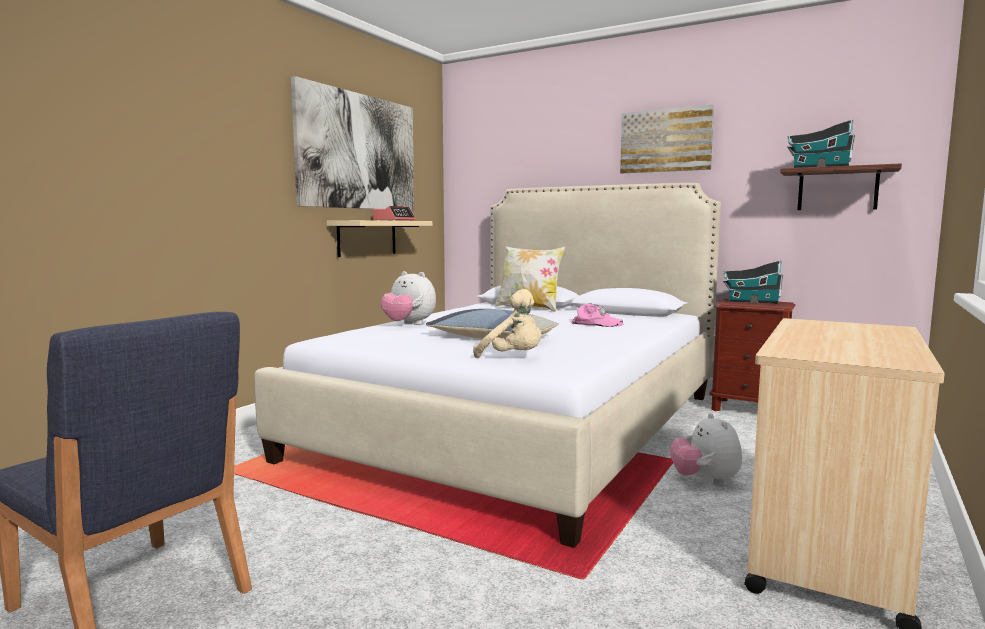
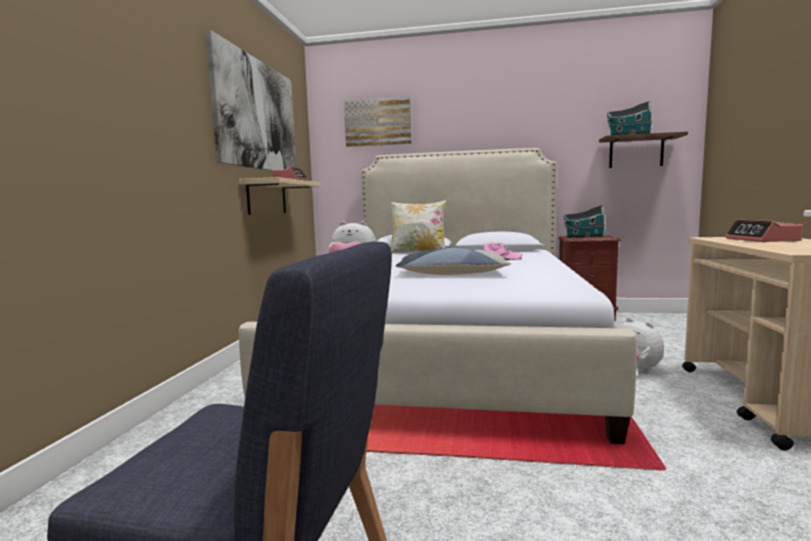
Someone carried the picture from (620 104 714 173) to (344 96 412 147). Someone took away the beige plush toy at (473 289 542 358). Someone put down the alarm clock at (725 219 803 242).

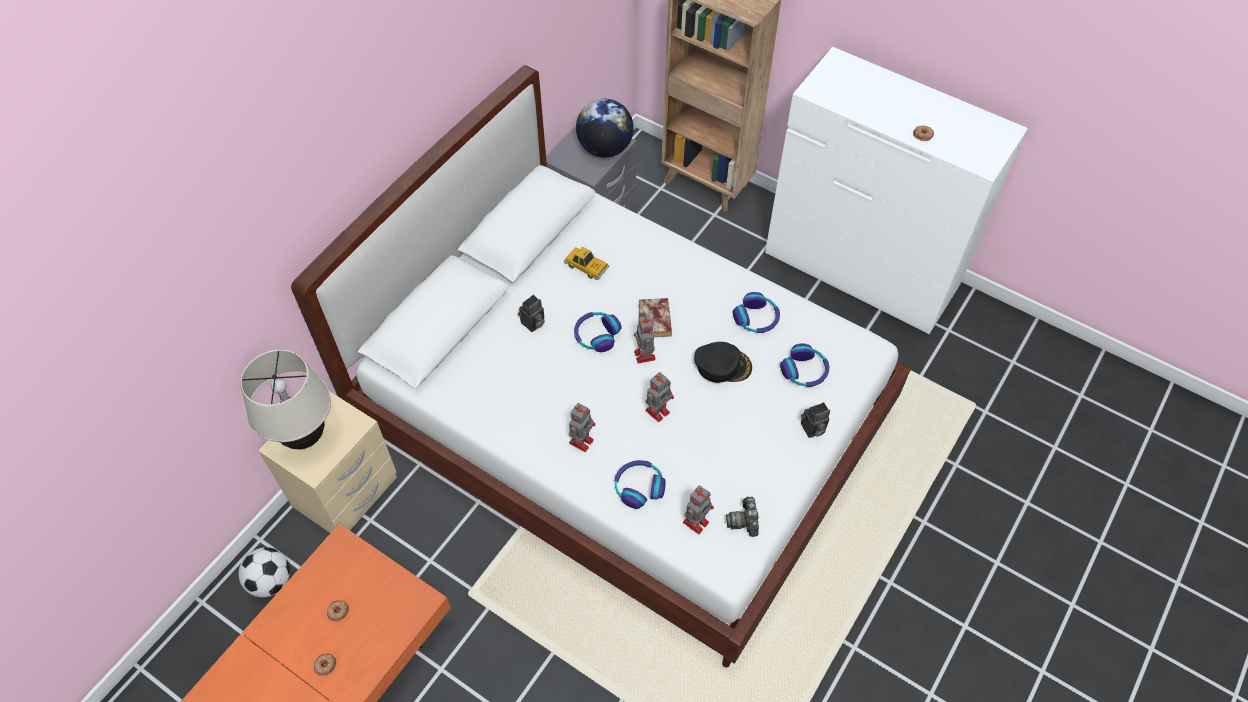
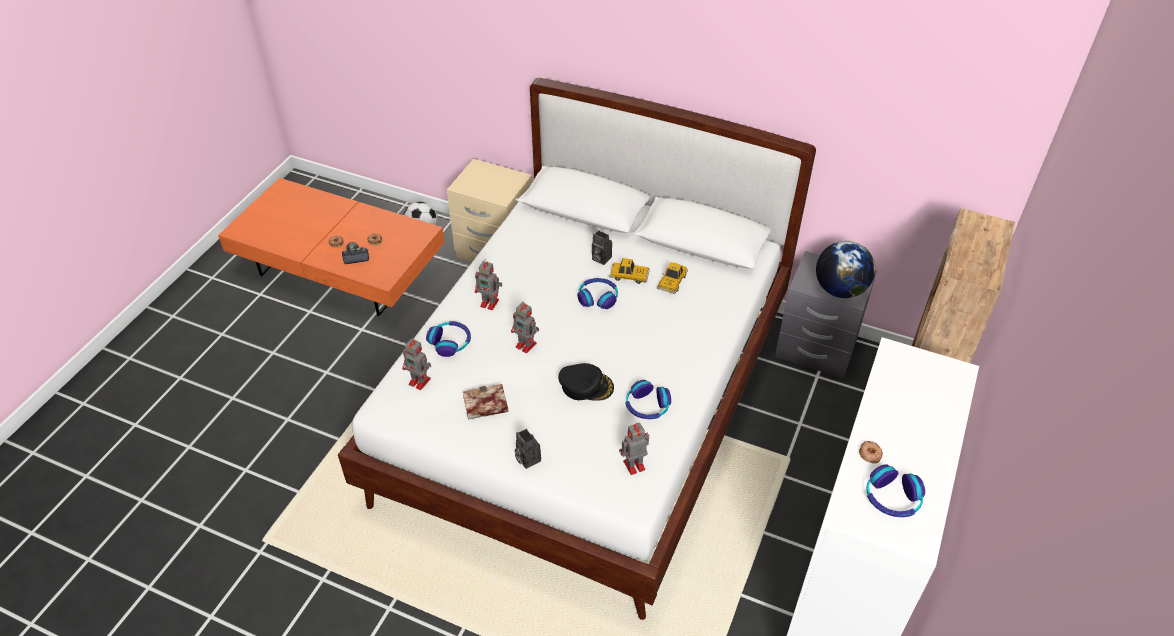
Someone carried the book from (639 298 672 337) to (463 384 508 420). Someone carried the toy robot from (634 316 656 364) to (619 423 649 475). Someone rotated the black cap at (694 342 752 383) by 75 degrees counterclockwise. Someone carried the headphones from (780 343 829 387) to (866 464 925 517). Someone took away the beige table lamp at (240 350 331 449). Someone carried the photo camera from (726 497 759 537) to (342 242 369 264). Someone put down the toy car at (609 258 650 284).

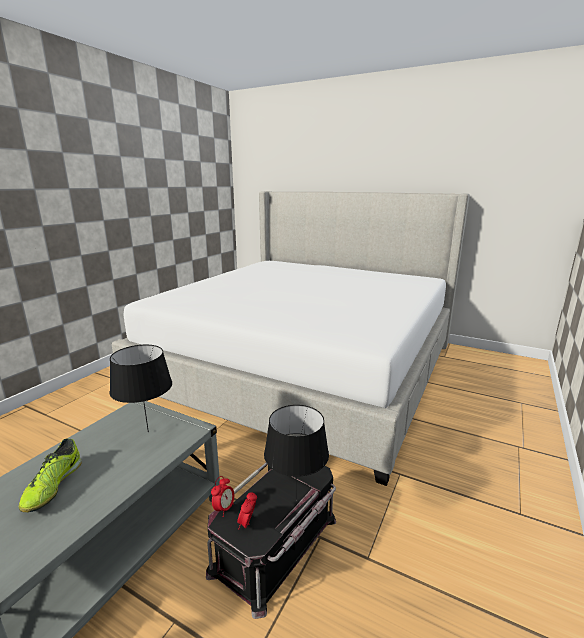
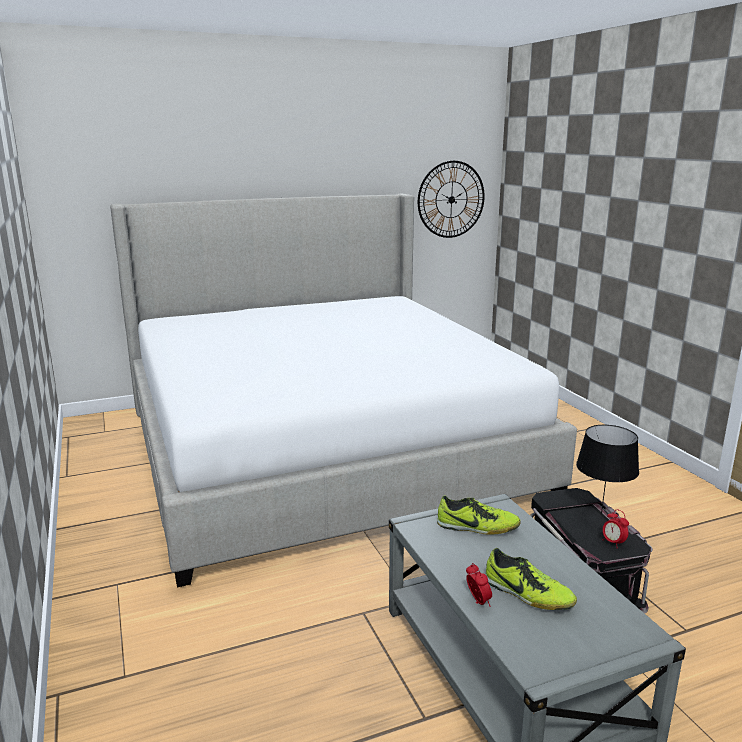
Someone swapped the black table lamp at (110 345 172 432) for the shoe at (437 496 521 535). Someone carried the alarm clock from (211 476 234 517) to (466 563 492 607). Someone put up the wall clock at (418 161 485 238).

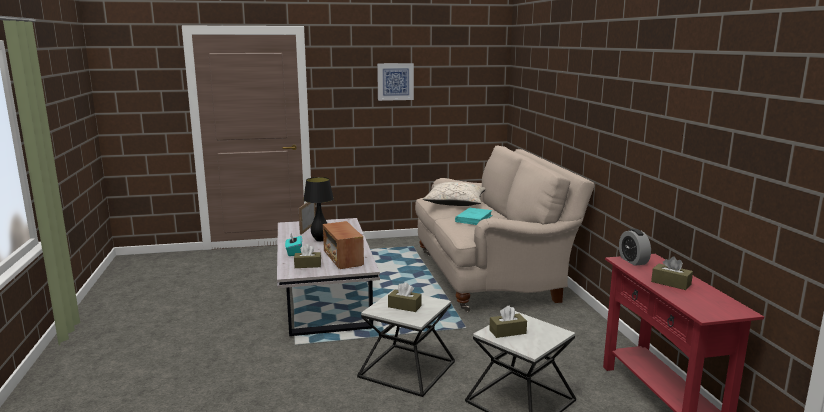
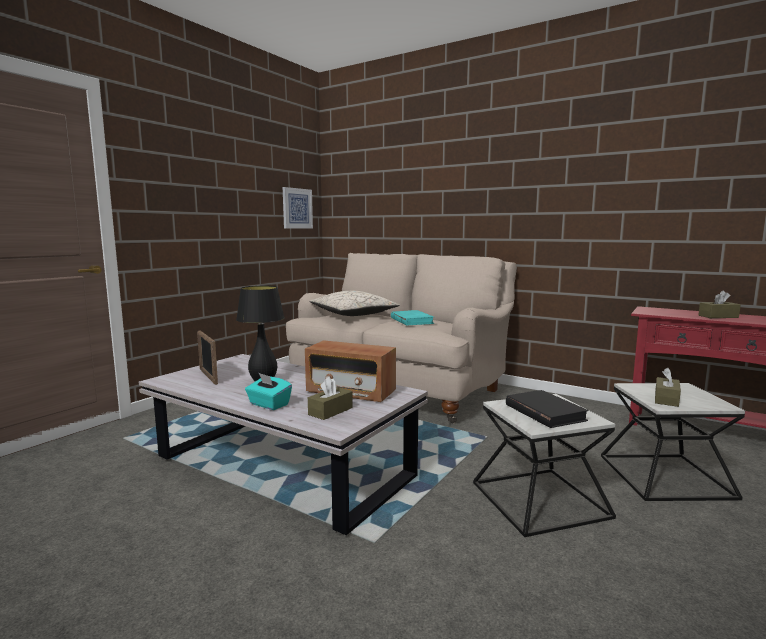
Someone carried the picture from (377 63 414 101) to (283 187 313 229). Someone took away the alarm clock at (619 229 651 266). Someone swapped the brown tissue box at (388 282 422 312) for the black book at (506 390 589 428).

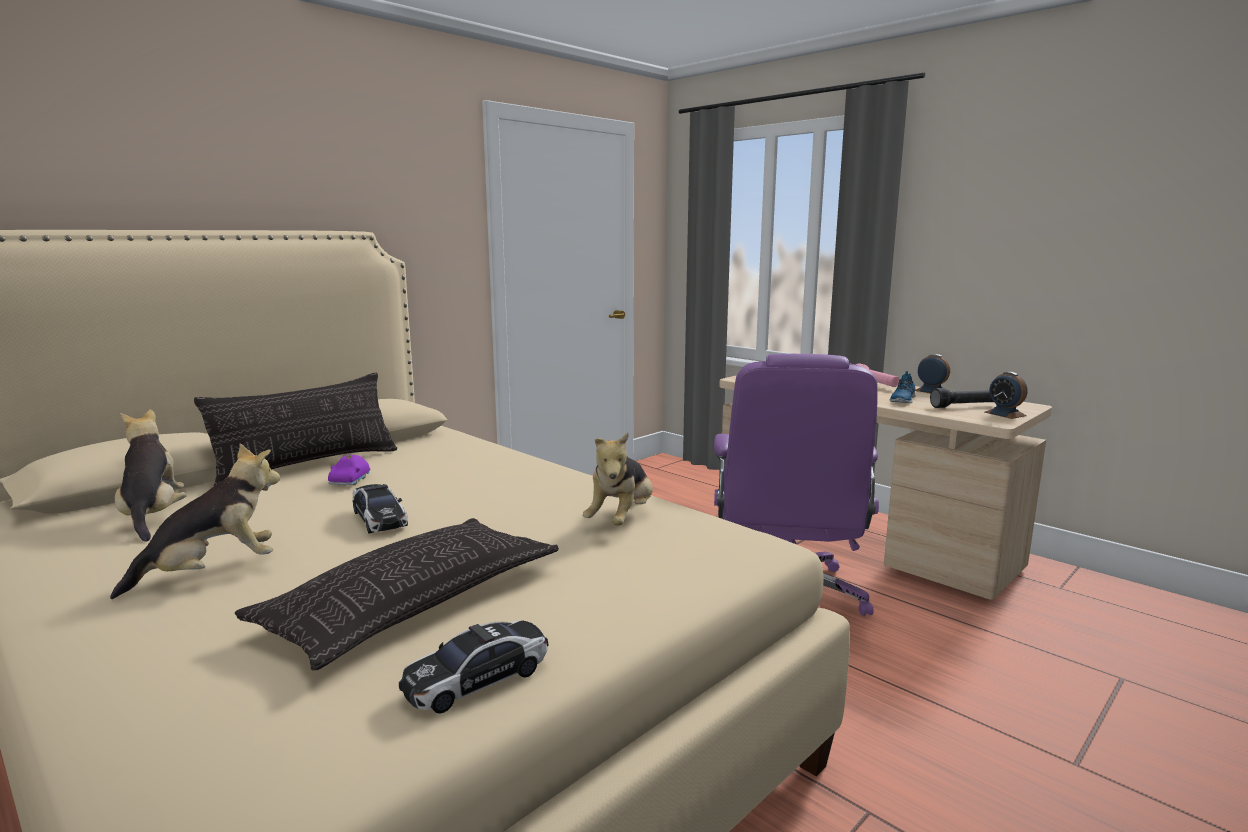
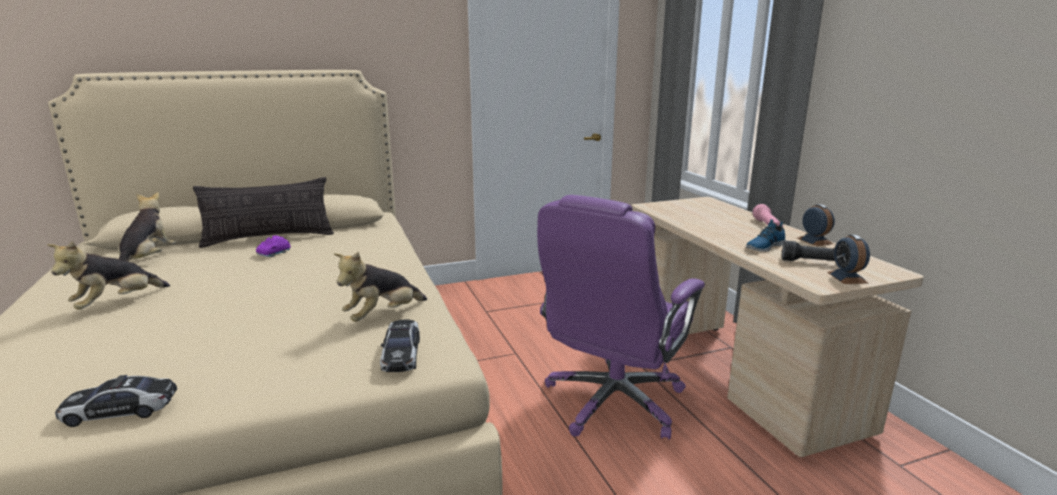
Someone rotated the plush toy at (110 444 280 599) by 135 degrees clockwise. Someone carried the toy car from (353 484 408 533) to (380 320 420 372). Someone took away the pillow at (235 518 559 671).

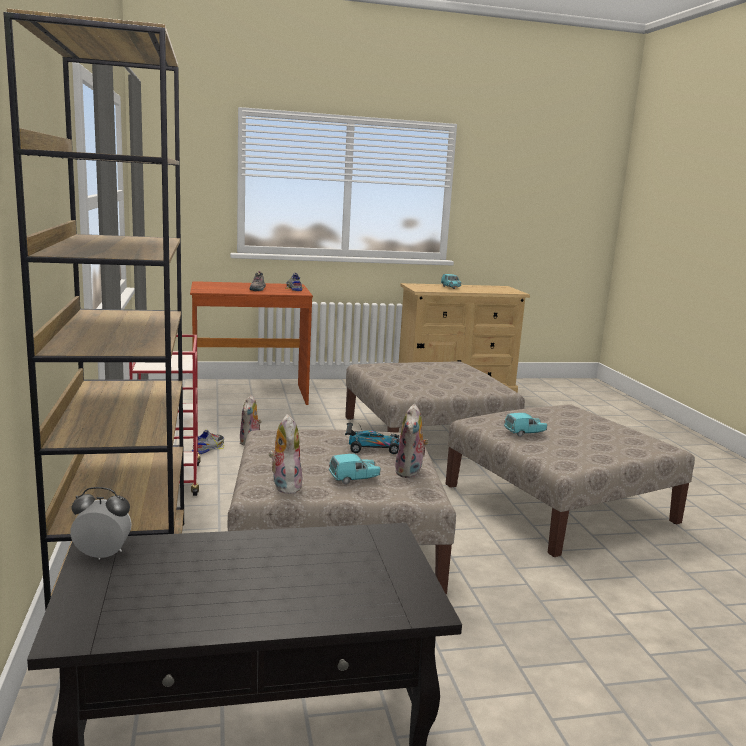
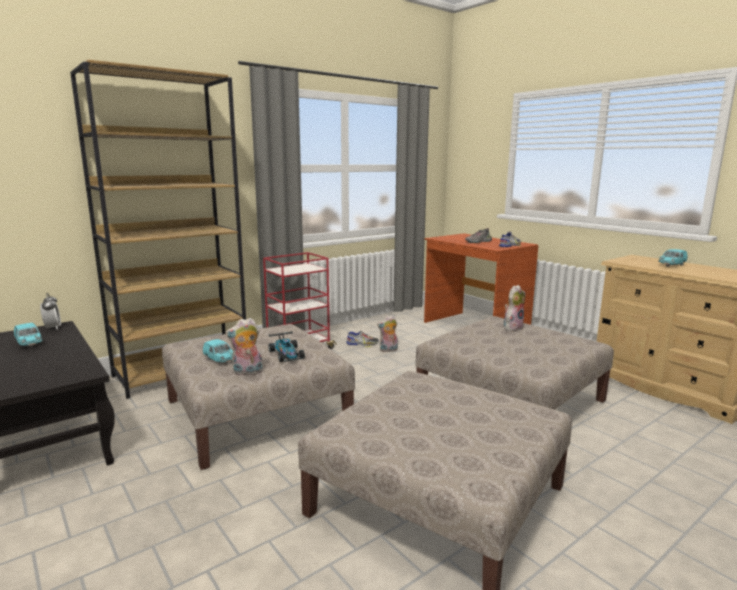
Someone carried the turquoise toy car from (504 413 547 437) to (14 323 43 347). Someone carried the plush toy from (269 414 302 494) to (504 285 525 331).

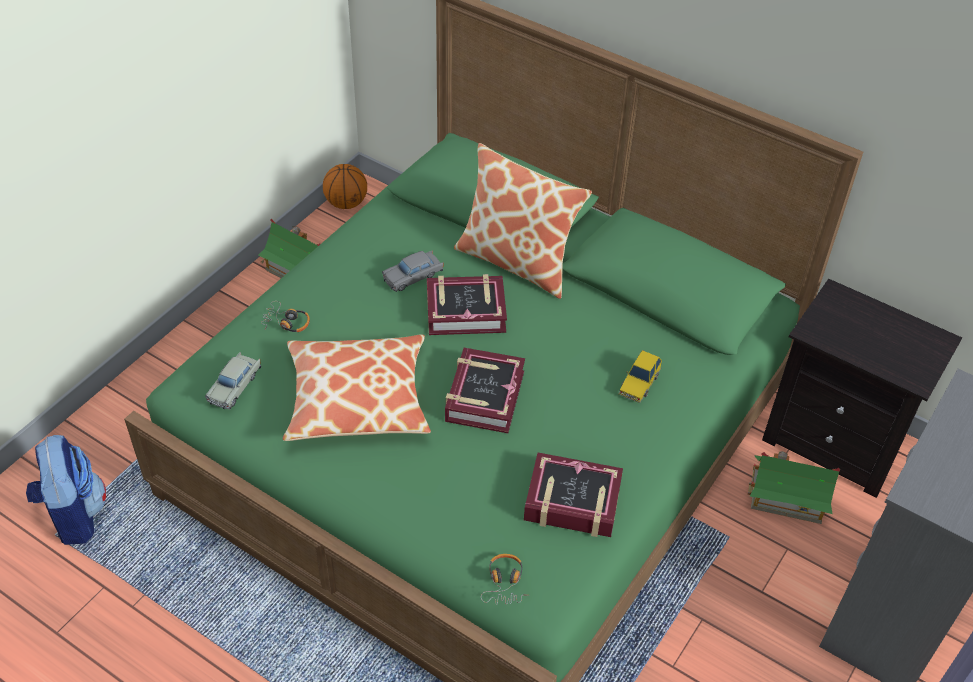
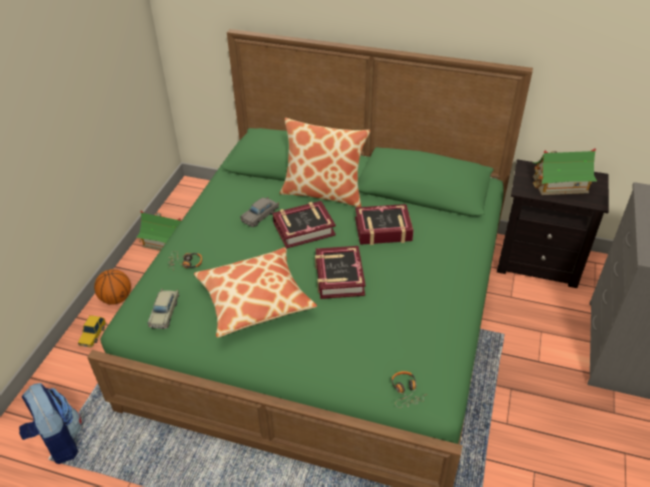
Someone carried the basketball from (323 164 367 209) to (94 269 131 305). Someone carried the toy car from (618 350 662 403) to (78 315 106 348). Someone carried the toy house from (748 451 840 524) to (532 148 597 195). Someone carried the book from (524 453 623 537) to (355 204 414 245).

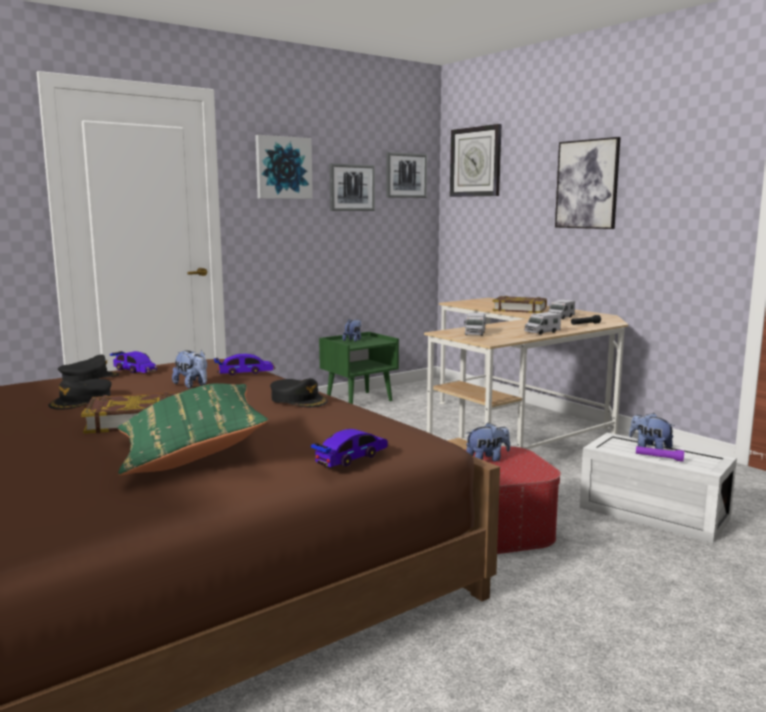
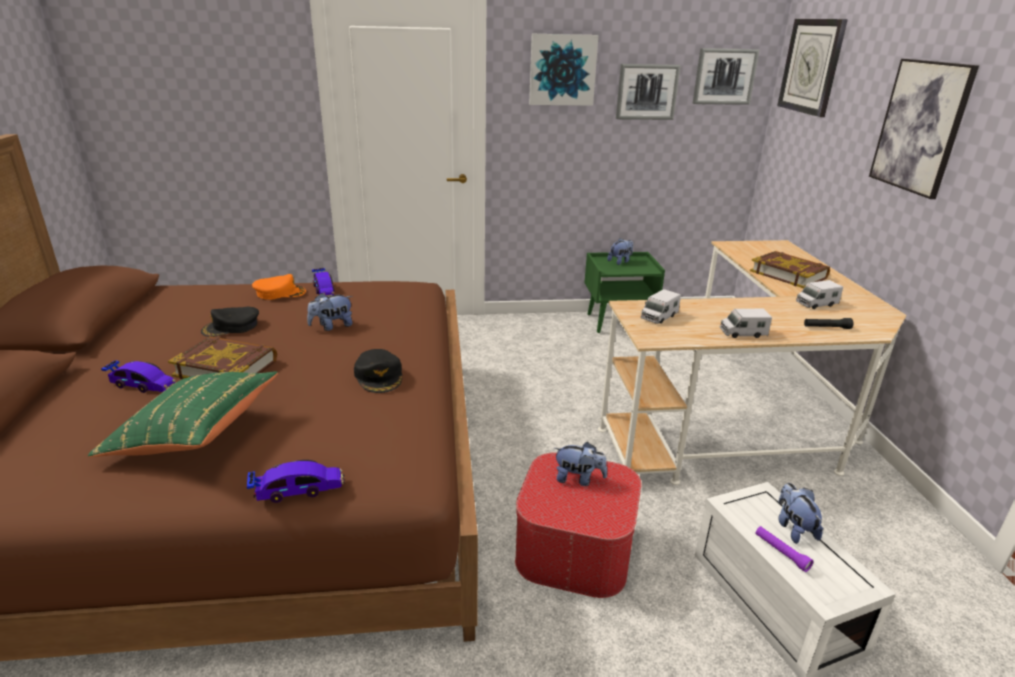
Someone rotated the plush toy at (172 349 207 389) by 75 degrees clockwise. Someone repainted the black cap at (58 354 119 382), which became the orange cap at (252 274 306 300). Someone carried the toy car from (214 354 275 375) to (101 361 176 393).

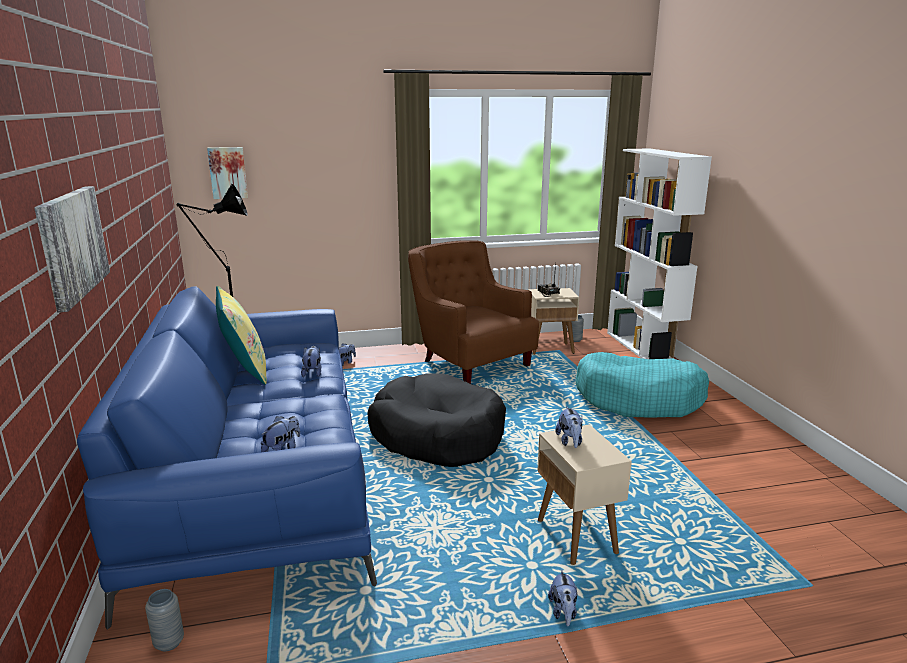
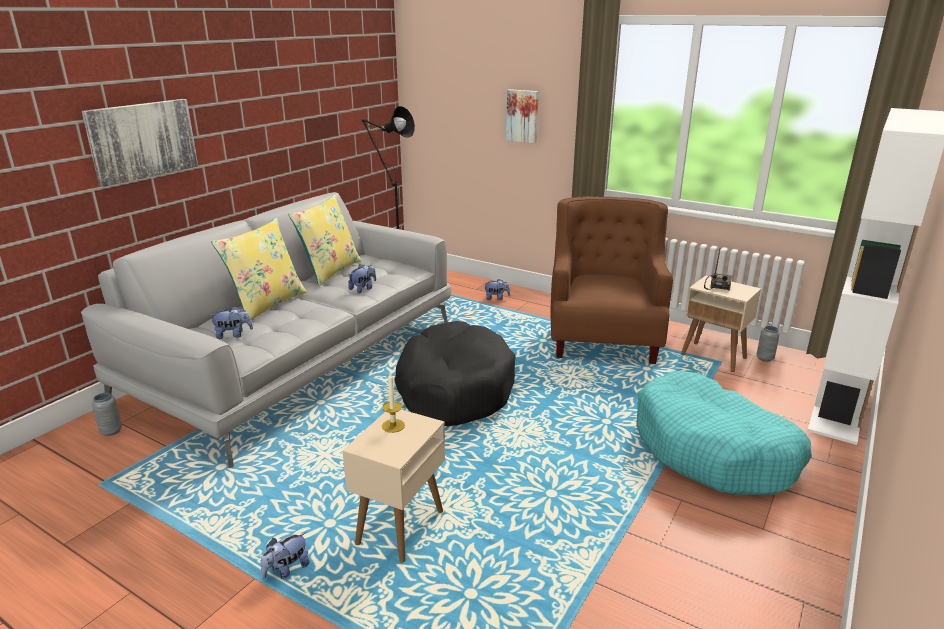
Someone carried the picture from (207 147 248 199) to (506 89 539 144). Someone repainted the blue sofa at (77 287 377 630), which became the grey sofa at (81 192 452 468). Someone swapped the plush toy at (555 406 583 448) for the candle at (382 373 405 433). Someone put down the yellow pillow at (211 218 307 321).

